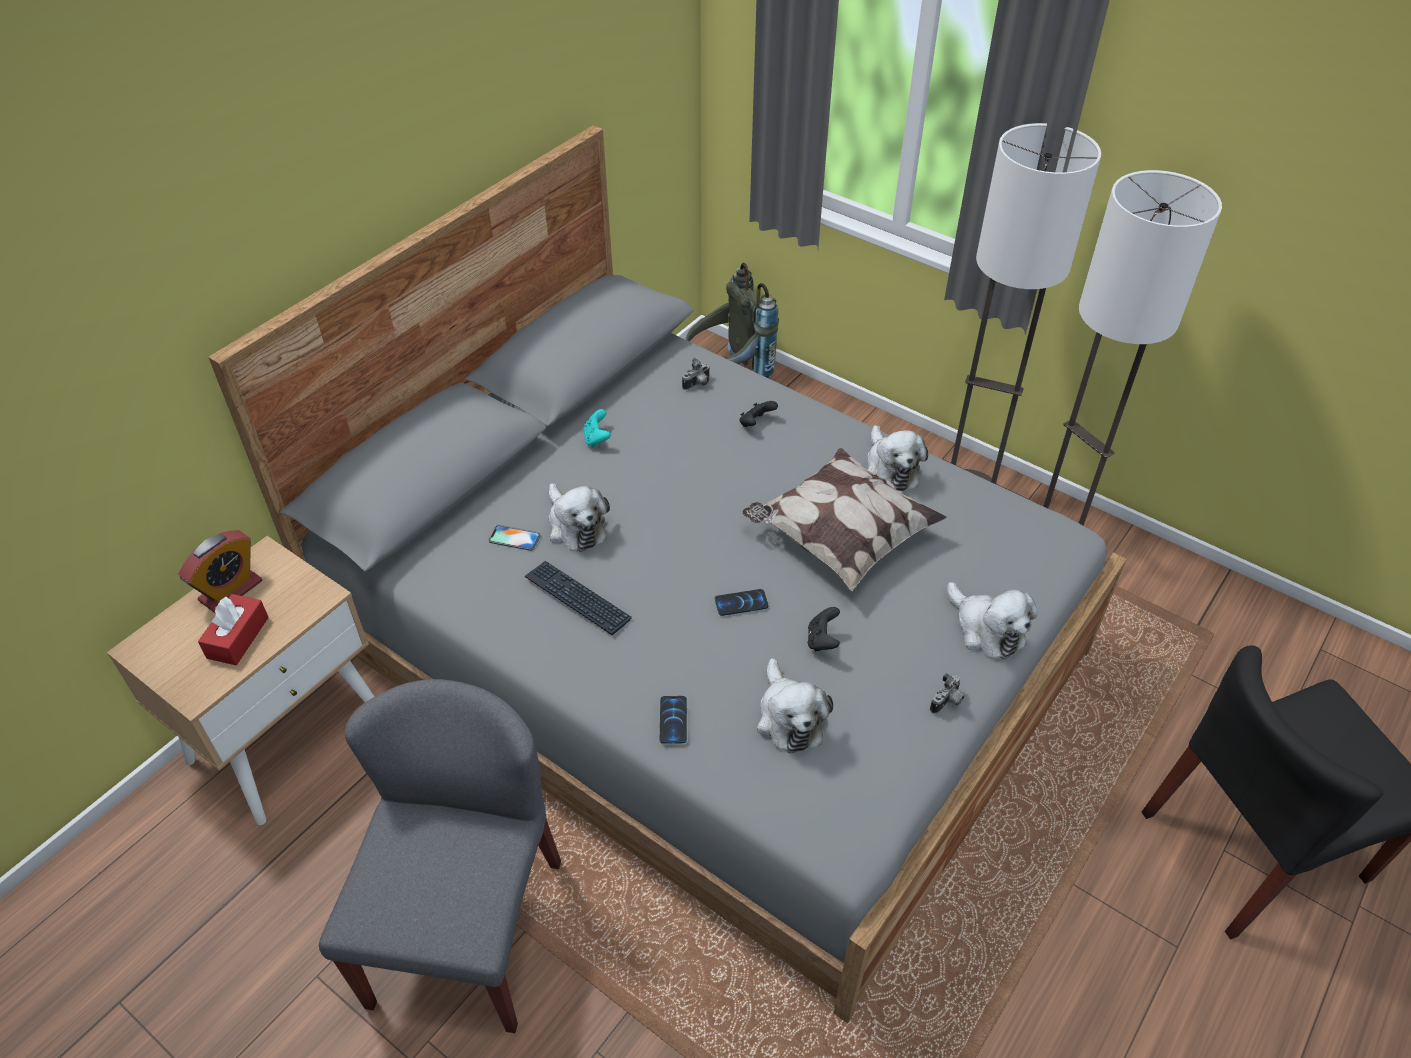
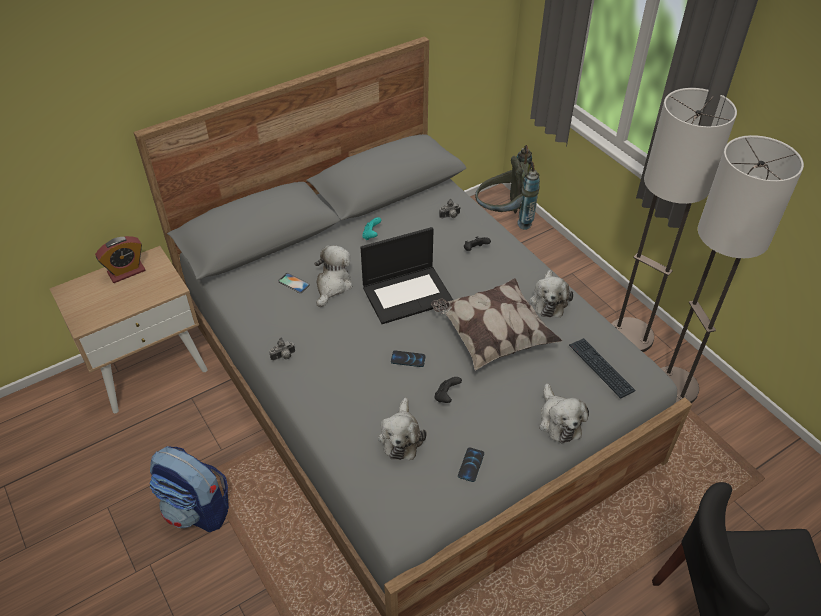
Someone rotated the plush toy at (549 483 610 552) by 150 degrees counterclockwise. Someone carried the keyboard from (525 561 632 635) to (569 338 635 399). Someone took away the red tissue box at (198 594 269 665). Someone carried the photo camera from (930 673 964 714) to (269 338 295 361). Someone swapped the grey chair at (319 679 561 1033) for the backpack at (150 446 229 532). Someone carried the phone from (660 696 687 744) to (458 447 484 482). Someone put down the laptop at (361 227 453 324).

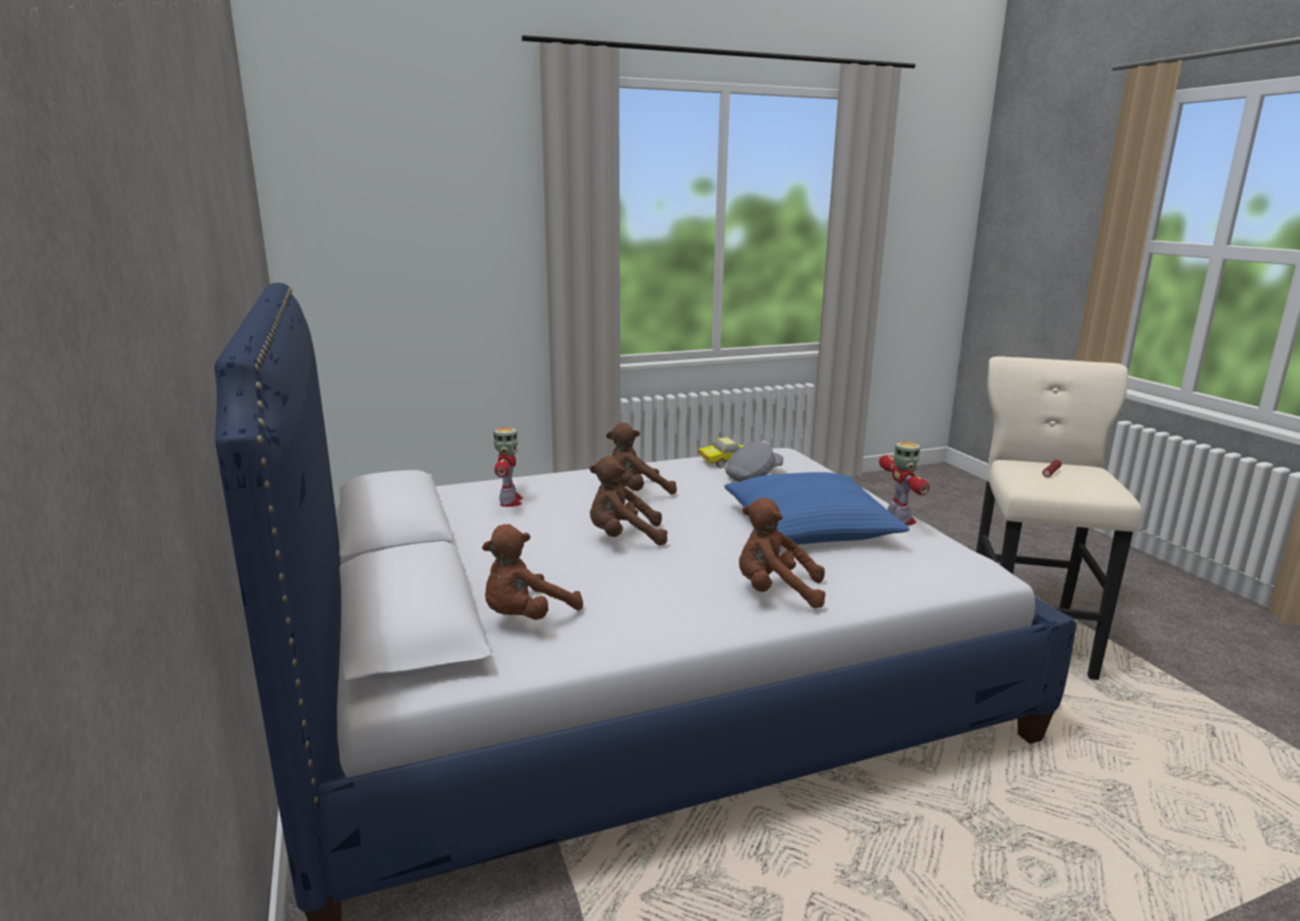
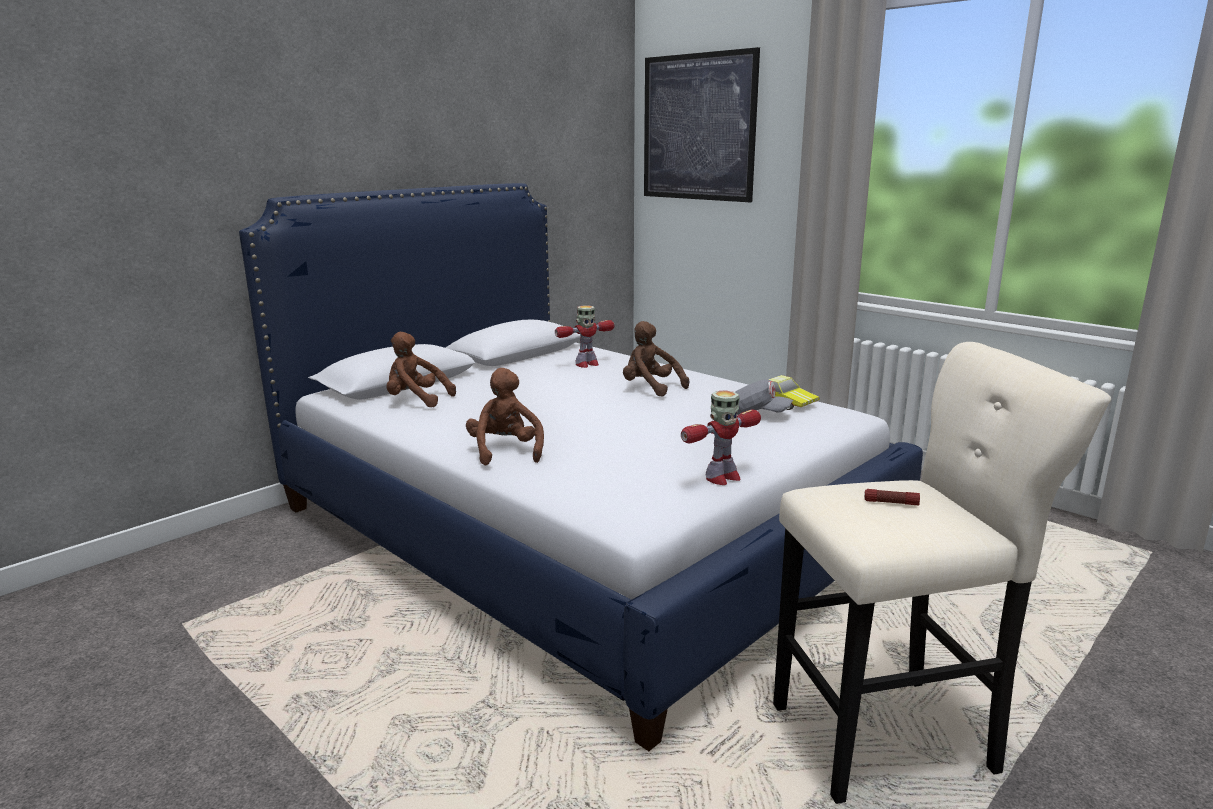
Someone took away the brown plush toy at (589 456 667 546). Someone took away the blue pillow at (724 472 909 545). Someone put up the picture at (644 47 760 202).

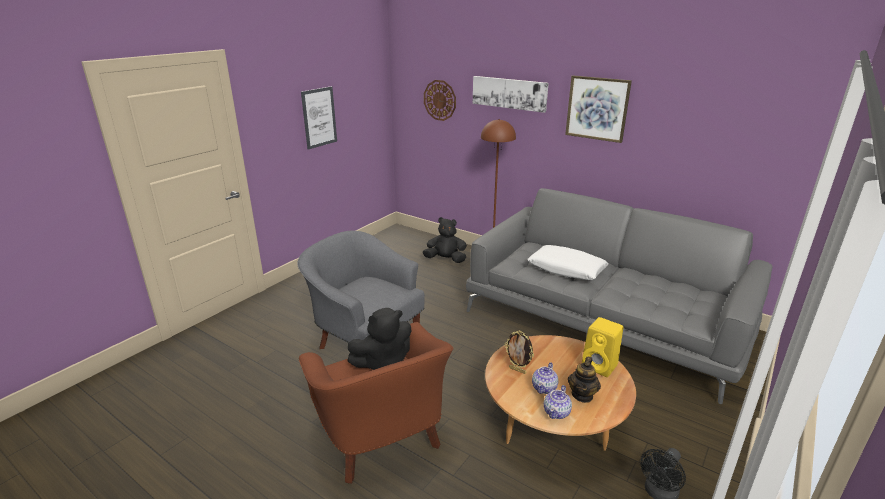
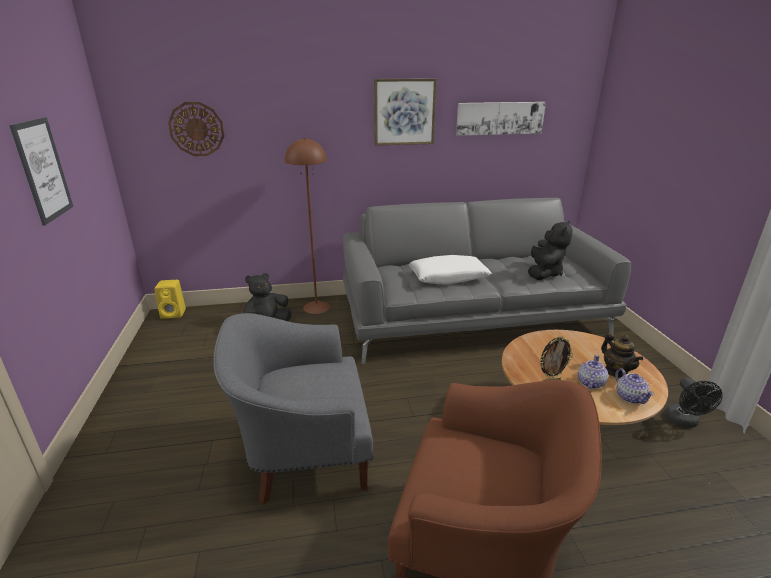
Someone carried the picture from (473 76 549 113) to (456 102 546 136). Someone carried the black plush toy from (347 308 412 370) to (528 221 572 280). Someone carried the yellow speaker from (582 317 623 377) to (155 280 186 319). Someone rotated the teapot at (532 362 559 394) by 135 degrees counterclockwise.

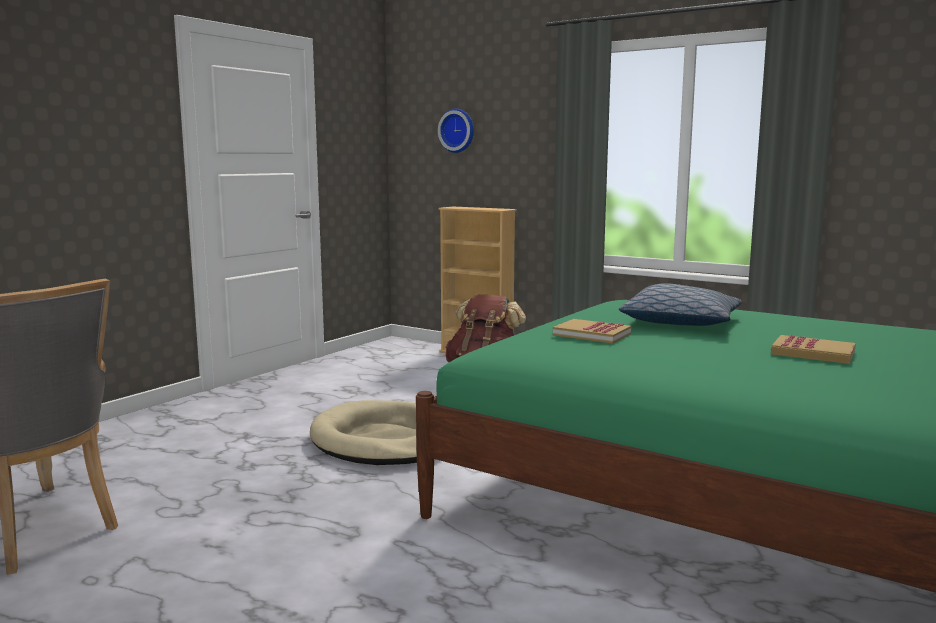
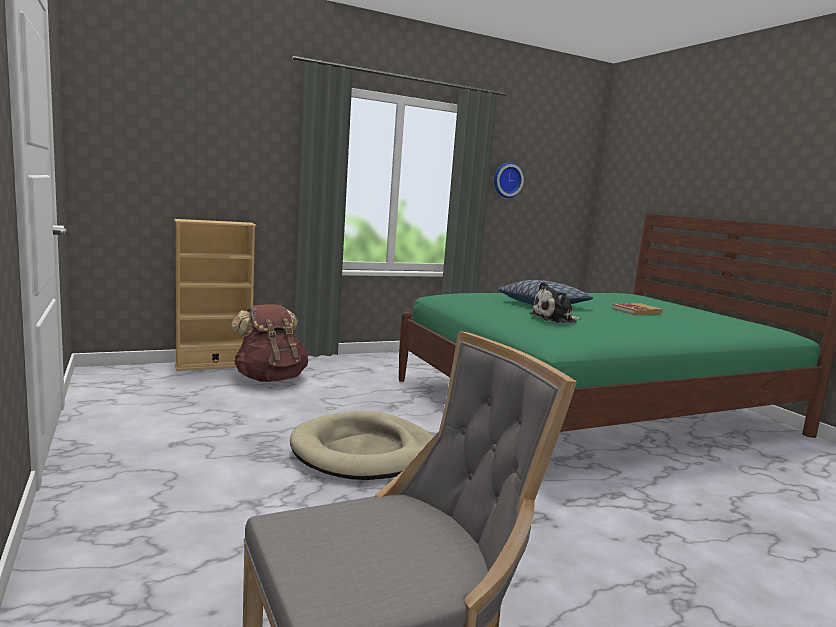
Someone carried the wall clock from (438 108 474 153) to (494 162 524 198). Someone swapped the book at (553 319 632 344) for the plush toy at (529 282 581 323).

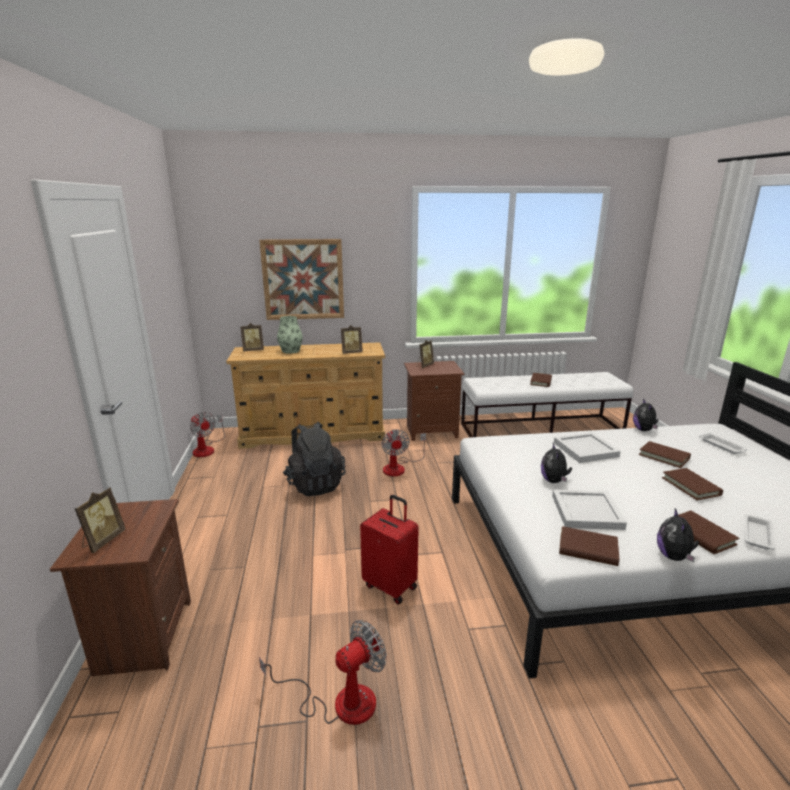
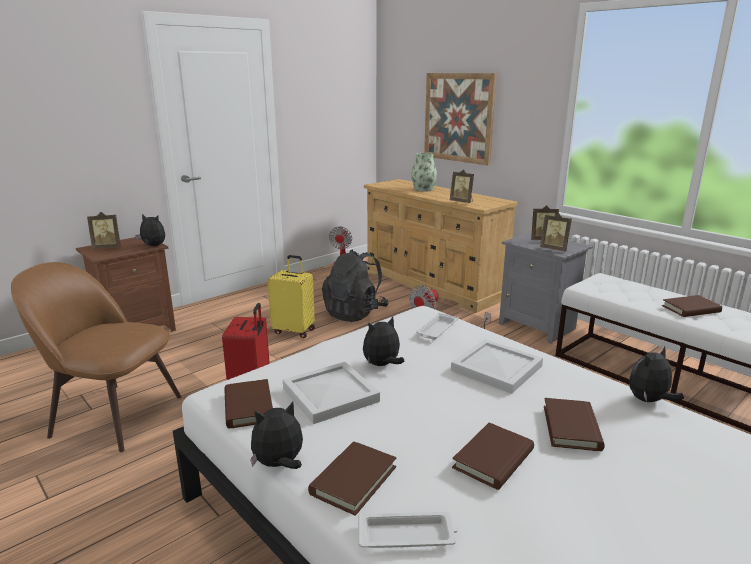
Someone carried the picture frame from (241 323 264 351) to (540 213 572 251). Someone repainted the brown nightstand at (404 361 464 441), which became the grey nightstand at (499 232 593 344). Someone carried the white tray from (699 433 747 454) to (416 313 458 340). Someone swapped the fan at (259 620 387 725) for the brown chair at (11 262 181 452). Someone put down the plush toy at (135 214 165 246). Someone put down the yellow suitcase at (268 255 315 338).

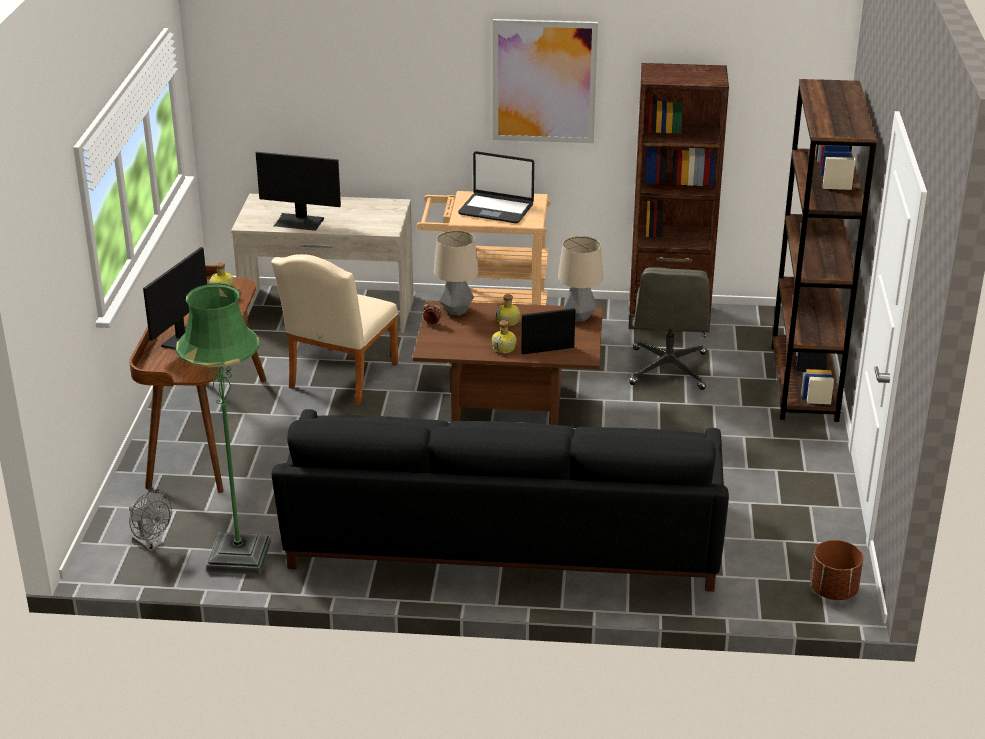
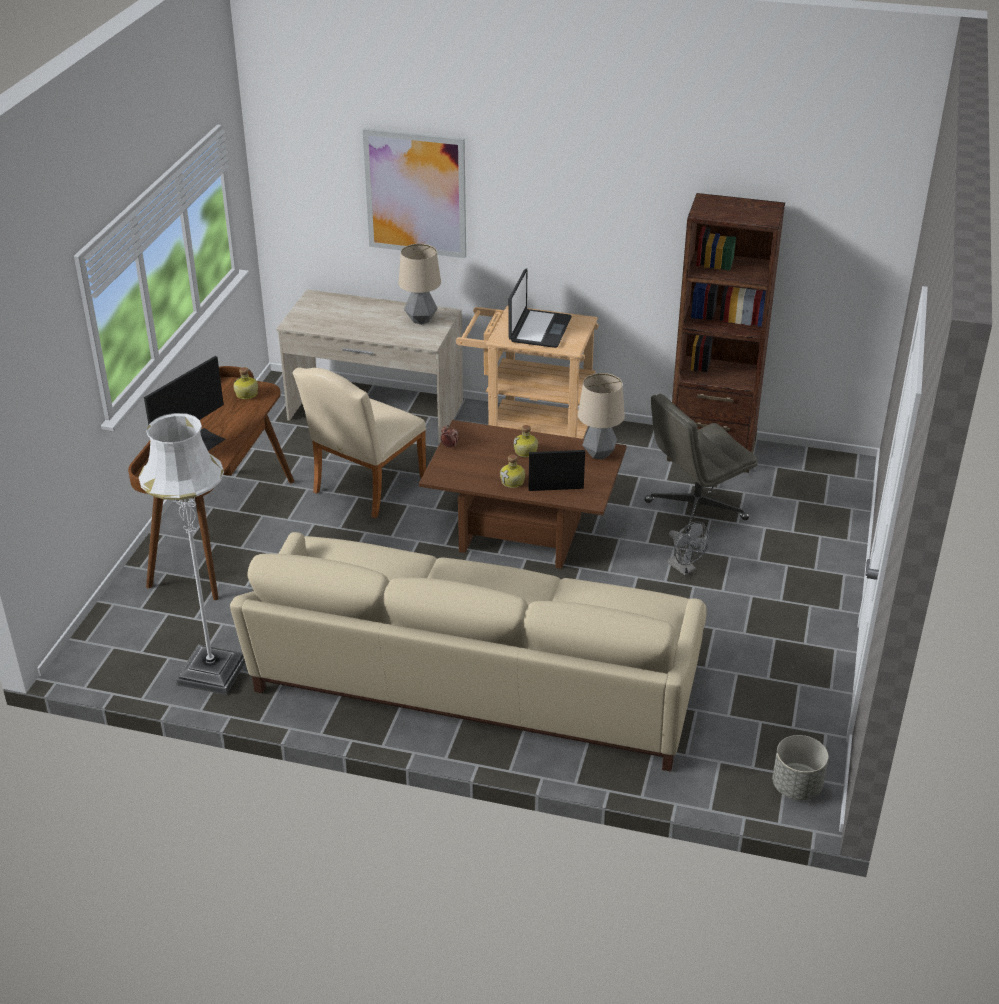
Someone carried the picture from (493 19 598 143) to (363 128 466 258). Someone took away the brown bookcase at (771 79 877 422). Someone rotated the laptop at (458 151 534 223) by 105 degrees counterclockwise. Someone took away the monitor at (256 152 341 231). Someone carried the table lamp from (434 230 479 316) to (399 244 441 325). Someone rotated the grey office chair at (629 267 710 390) by 45 degrees clockwise. Someone repainted the green floor lamp at (176 283 271 575), which became the white floor lamp at (139 413 245 695). Someone repainted the black sofa at (272 409 729 592), which became the beige sofa at (230 532 707 771). Someone carried the grey fan from (129 491 172 552) to (667 521 709 576). Someone repainted the brown planter at (810 540 863 600), which became the grey planter at (772 735 828 800).

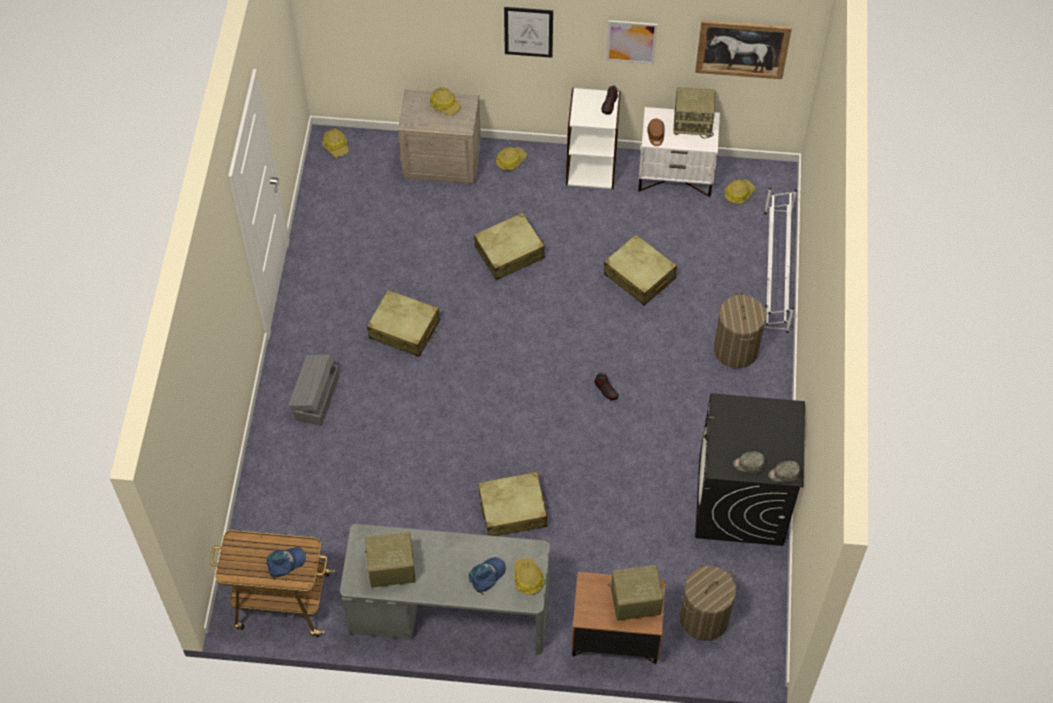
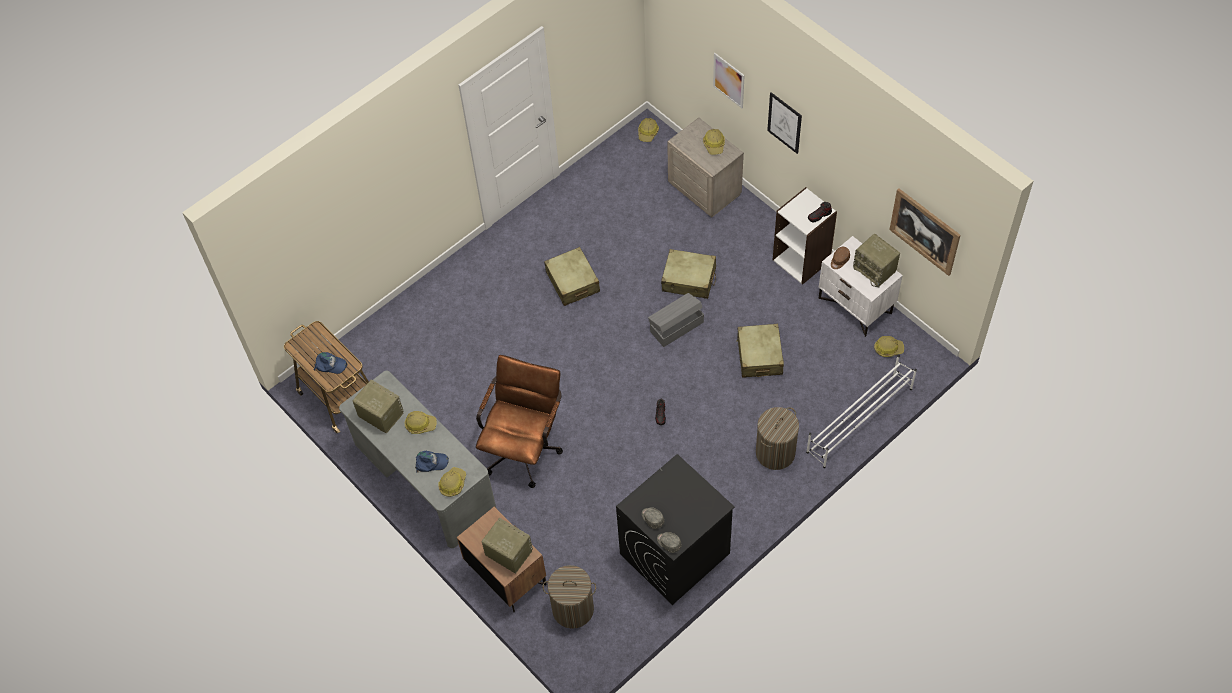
Someone carried the picture from (606 20 658 64) to (713 53 745 108). Someone carried the hard hat from (496 147 527 171) to (405 411 437 434). Someone carried the grey storage box from (288 354 339 426) to (648 293 704 347). Someone swapped the beige suitcase at (478 472 549 536) for the brown office chair at (476 355 563 488).

